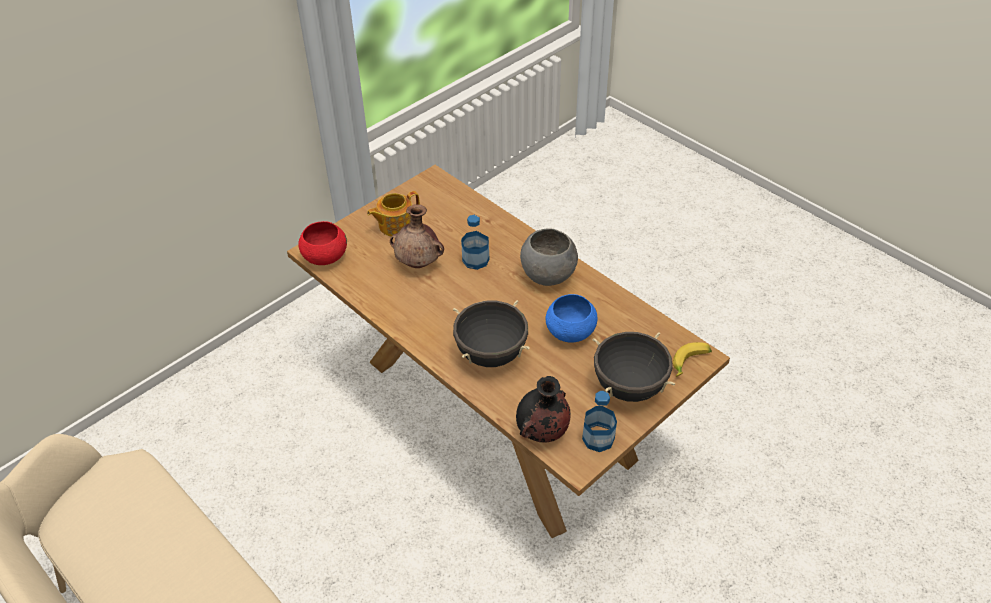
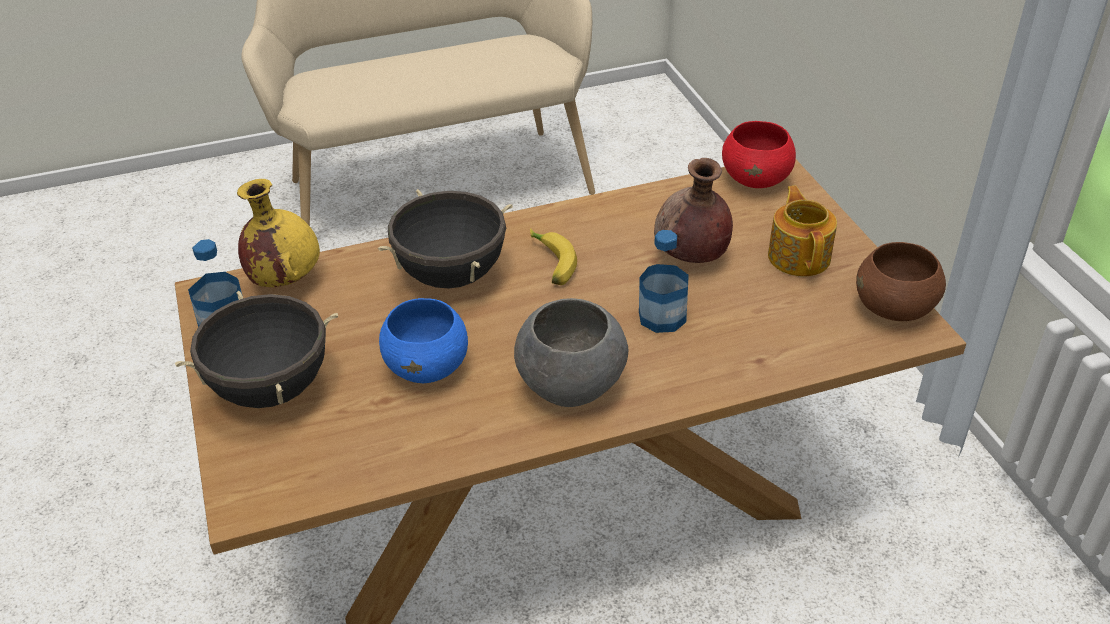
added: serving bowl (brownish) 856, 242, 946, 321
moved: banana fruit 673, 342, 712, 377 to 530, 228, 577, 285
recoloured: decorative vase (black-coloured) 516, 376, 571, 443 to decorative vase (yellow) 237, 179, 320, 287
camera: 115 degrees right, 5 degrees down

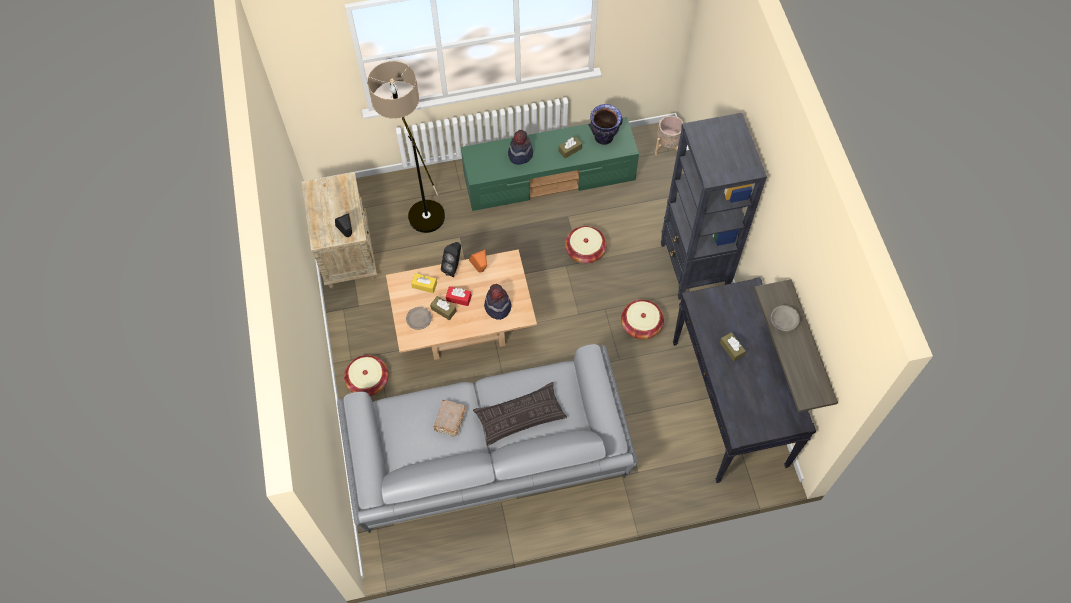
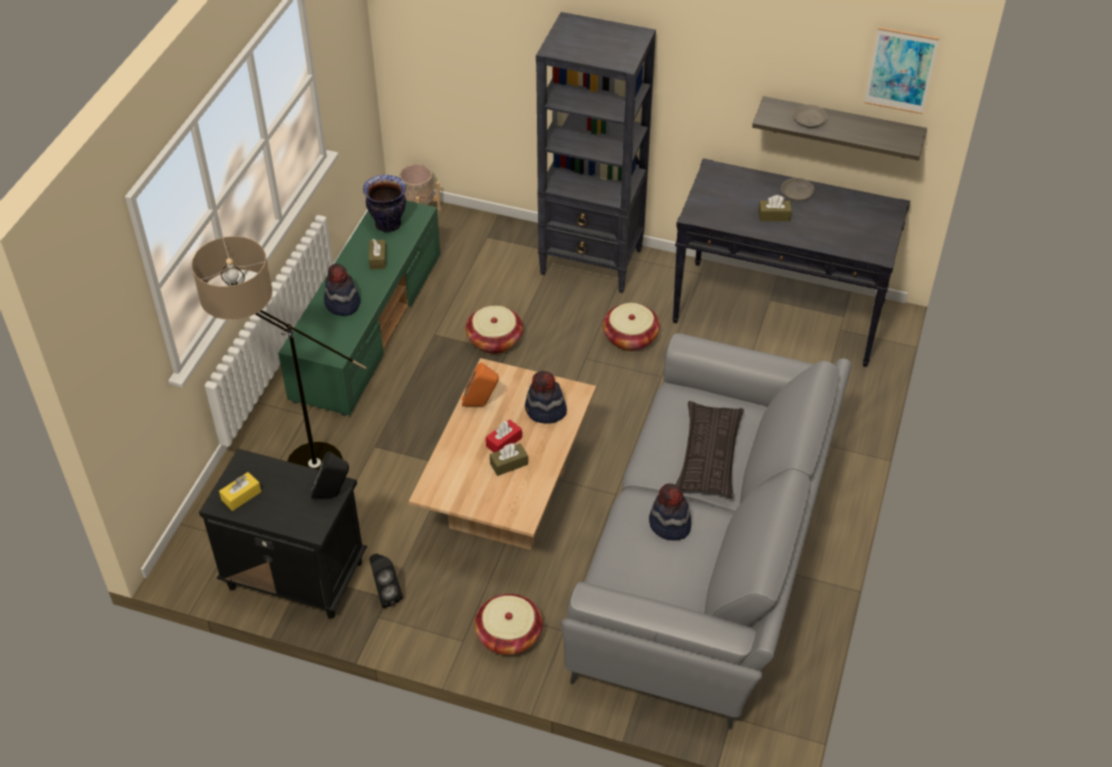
added: wall picture 864, 27, 939, 114
moved: serving bowl (gray) 406, 307, 432, 330 to 781, 178, 814, 201; box of tissues (yellow) 411, 273, 437, 293 to 219, 472, 261, 511; loudspeaker (black-coloured) 441, 242, 461, 277 to 369, 554, 403, 608
replaced: bound book (brownish) 434, 400, 466, 437 to hat 649, 483, 691, 541
recoloured: night table (beige-coloured) 301, 172, 377, 288 to night table (black-coloured) 199, 449, 367, 619
camera: 60 degrees left, 15 degrees down

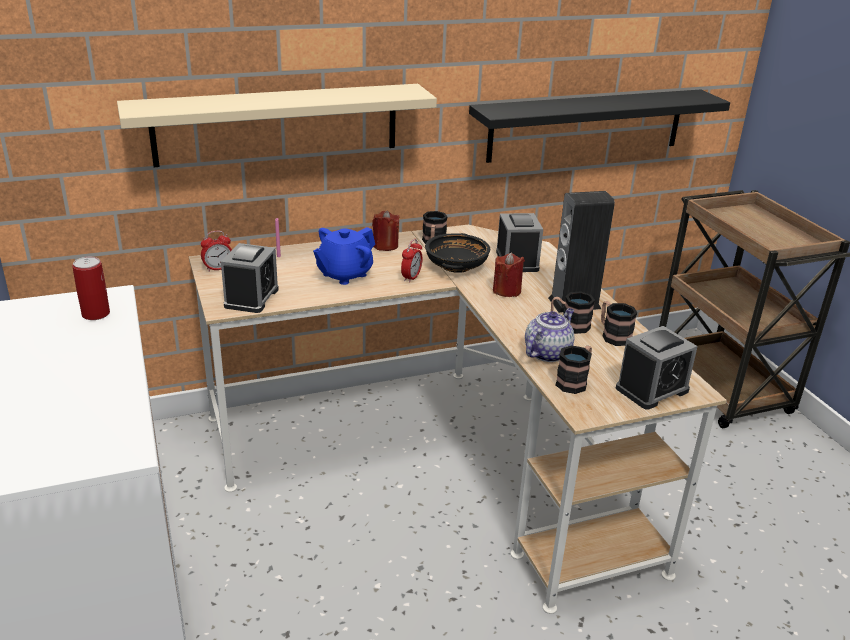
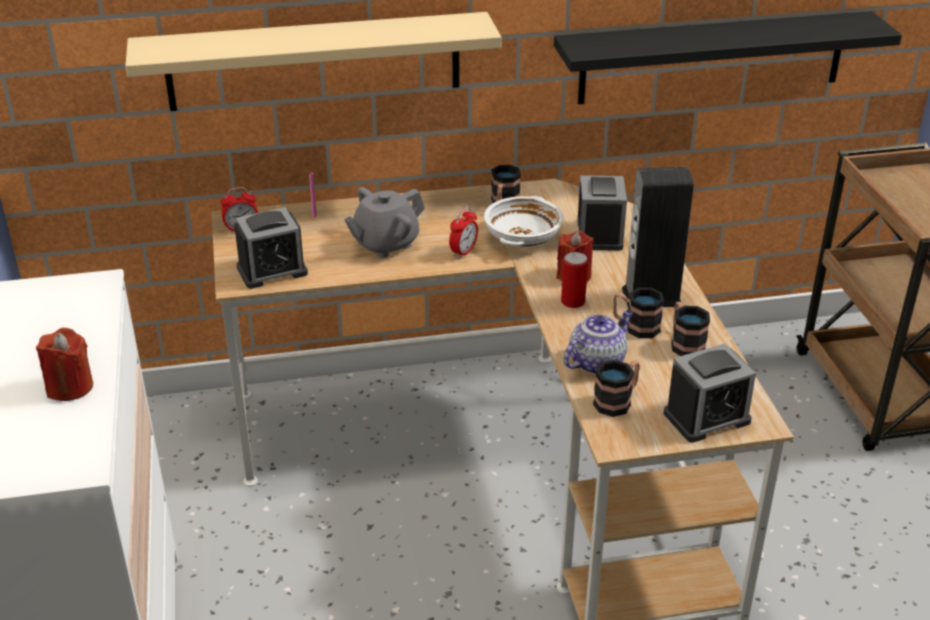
moved: sealed can 72, 257, 110, 320 to 561, 252, 588, 308; wax candle (reddish) 372, 210, 400, 251 to 36, 328, 93, 401
recoloured: teapot (blue) 313, 227, 375, 285 to teapot (gray) 344, 187, 425, 258; serving bowl (black-coloured) 425, 233, 490, 273 to serving bowl (white-coloured) 484, 196, 563, 247
turned: alarm clock 221, 243, 279, 313 = 234, 207, 308, 289 45 degrees clockwise
camera: 10 degrees right, 5 degrees up

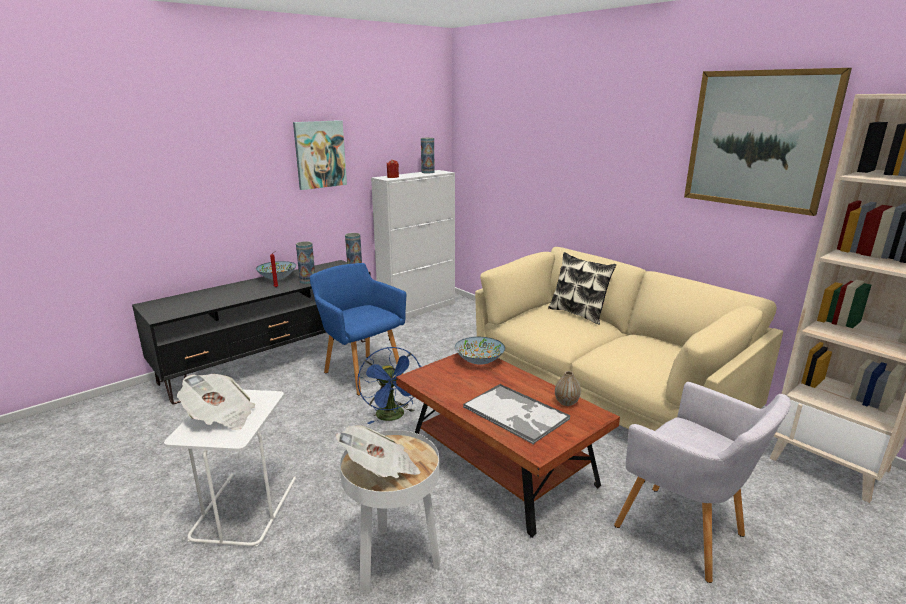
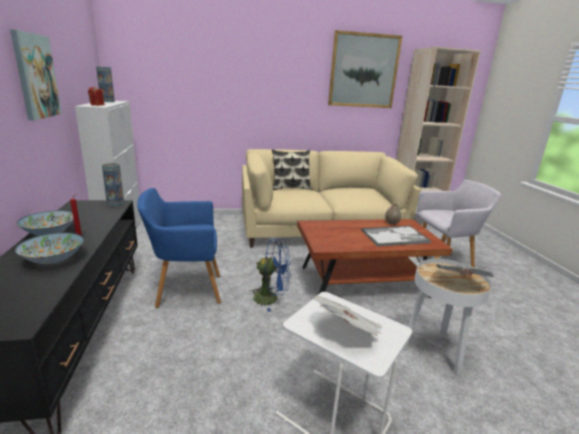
removed: decorative vase 296, 241, 315, 284
moved: serving bowl 455, 337, 505, 365 to 15, 232, 84, 264
camera: 60 degrees left, 0 degrees up

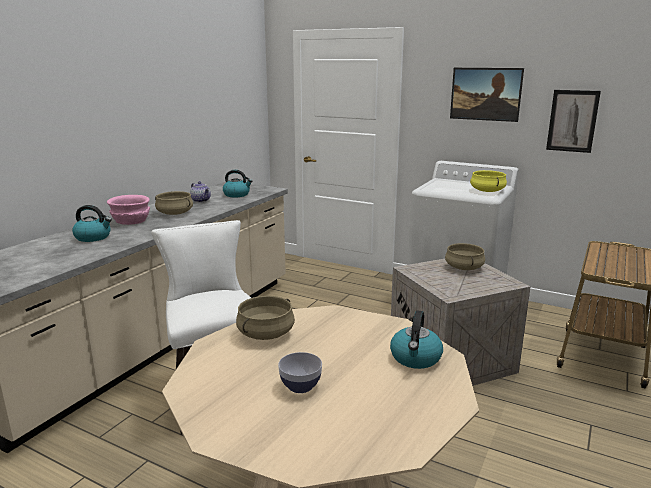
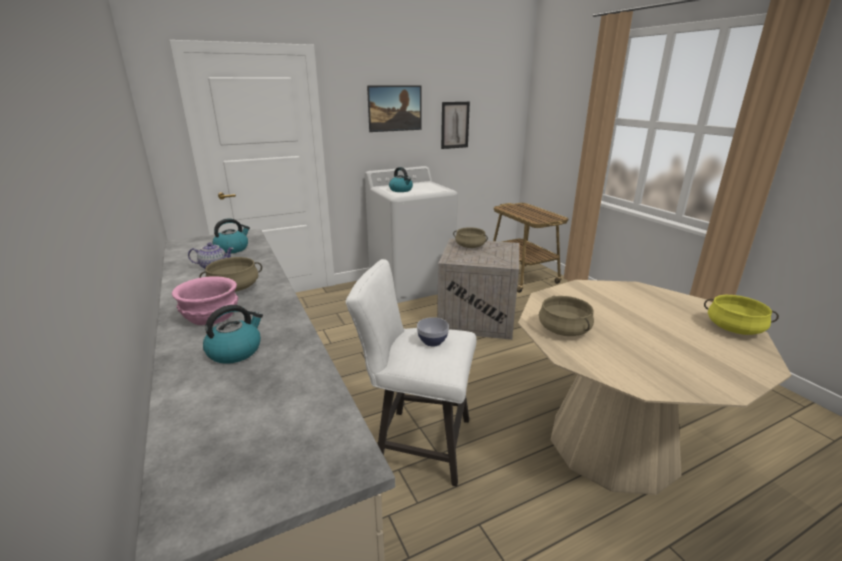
moved: serving bowl 278, 352, 322, 393 to 417, 317, 449, 347; water kettle 390, 310, 443, 369 to 389, 167, 413, 192; cooking pot (yellow) 470, 170, 507, 192 to 704, 295, 779, 335
camera: 55 degrees left, 5 degrees up

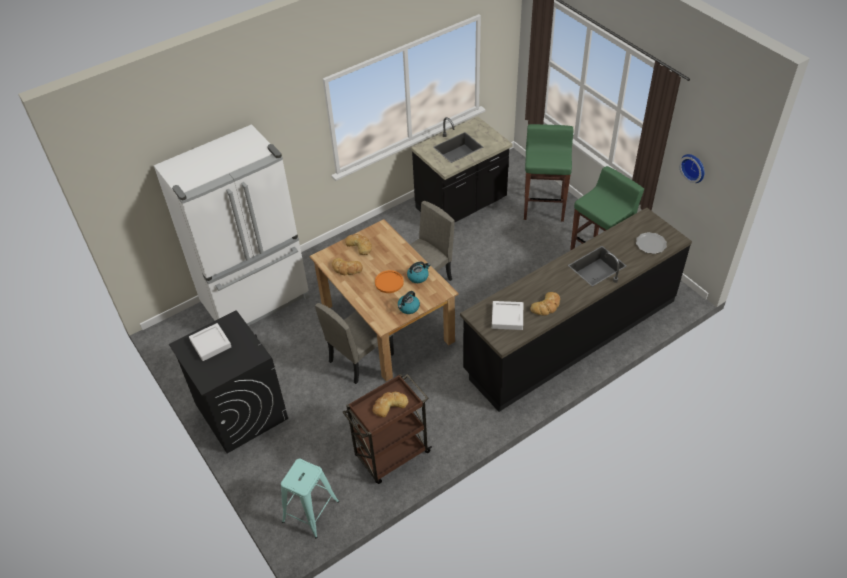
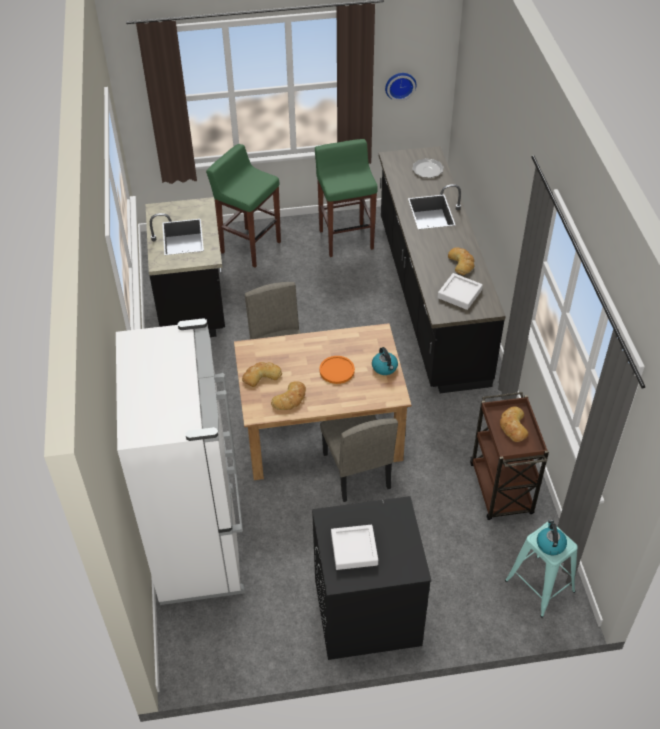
moved: water kettle 407, 262, 430, 283 to 537, 519, 567, 555
camera: 65 degrees left, 0 degrees up

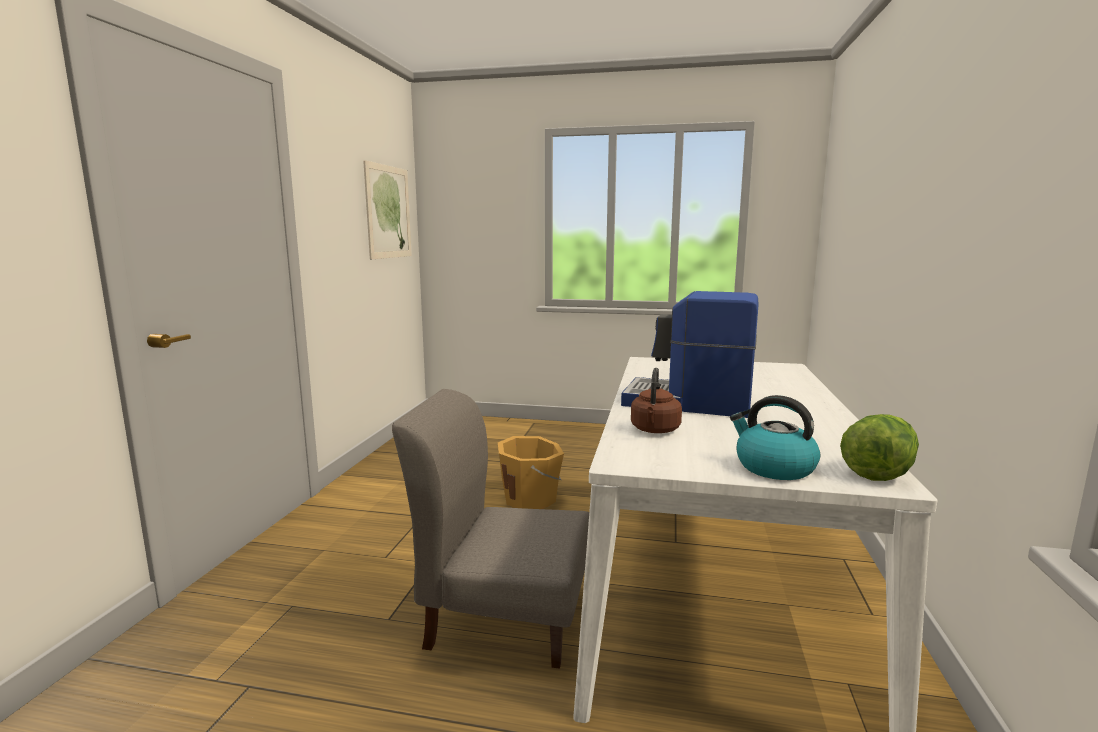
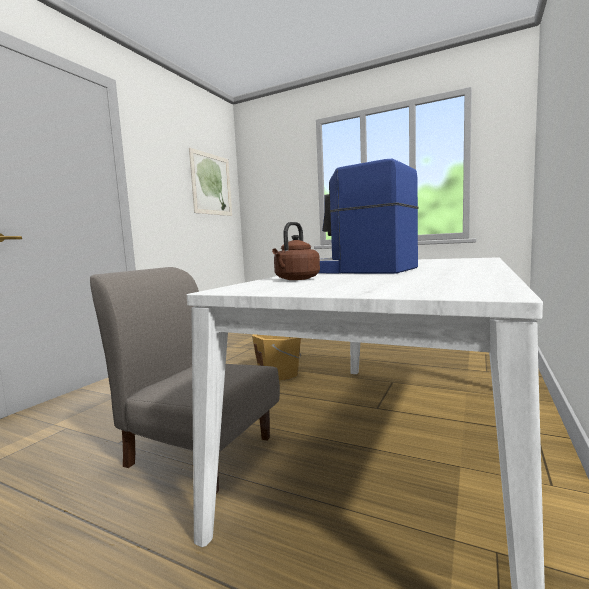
removed: water kettle 730, 395, 820, 480; lettuce head 840, 414, 919, 481
camera: 15 degrees right, 5 degrees down

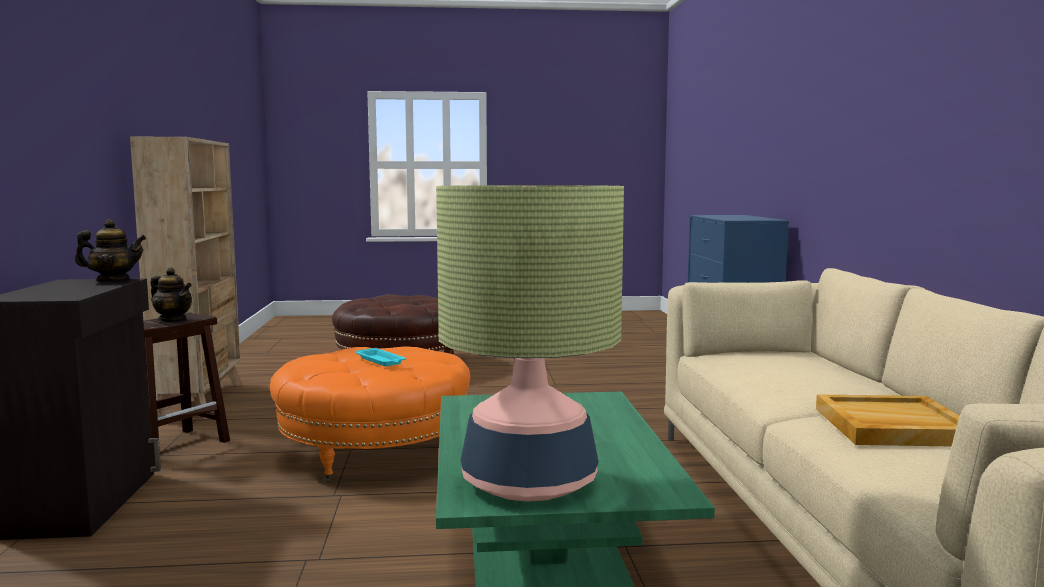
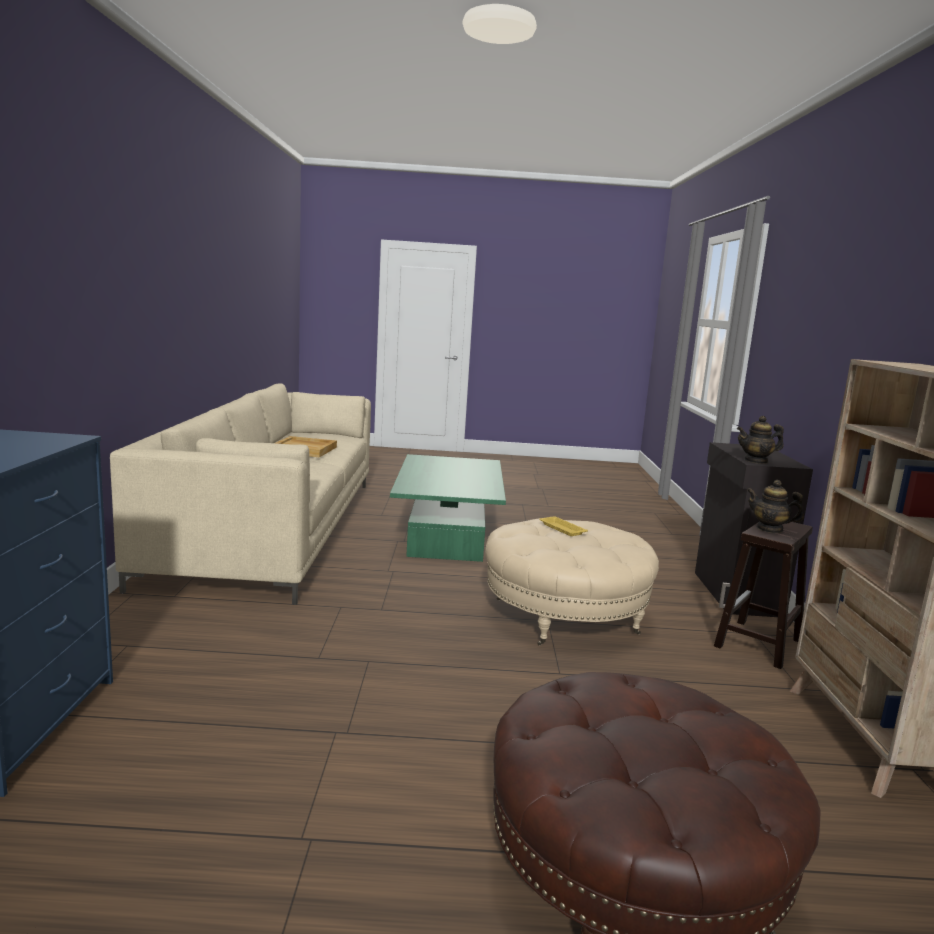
removed: tabletop lamp 436, 185, 624, 502
recoloured: footrest (orangey) 270, 346, 471, 483 to footrest (beige-coloured) 485, 518, 659, 646; carrying tray (turquoise-coloured) 355, 348, 406, 366 to carrying tray (yellow) 539, 516, 588, 536
camera: 175 degrees left, 5 degrees up

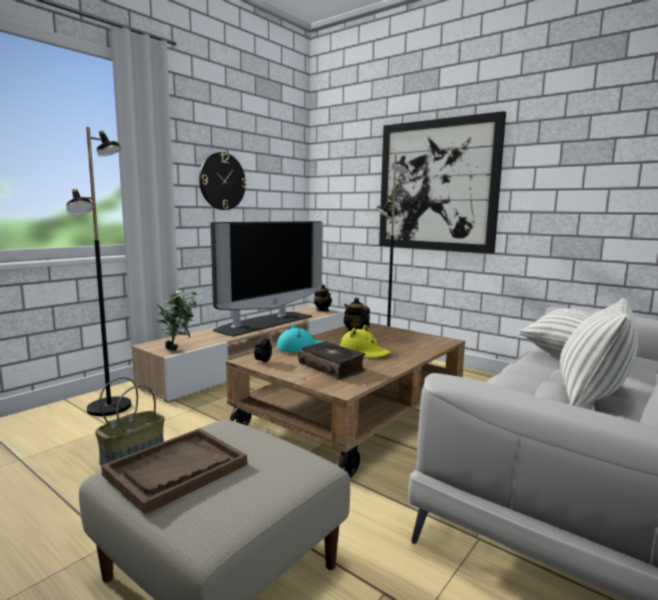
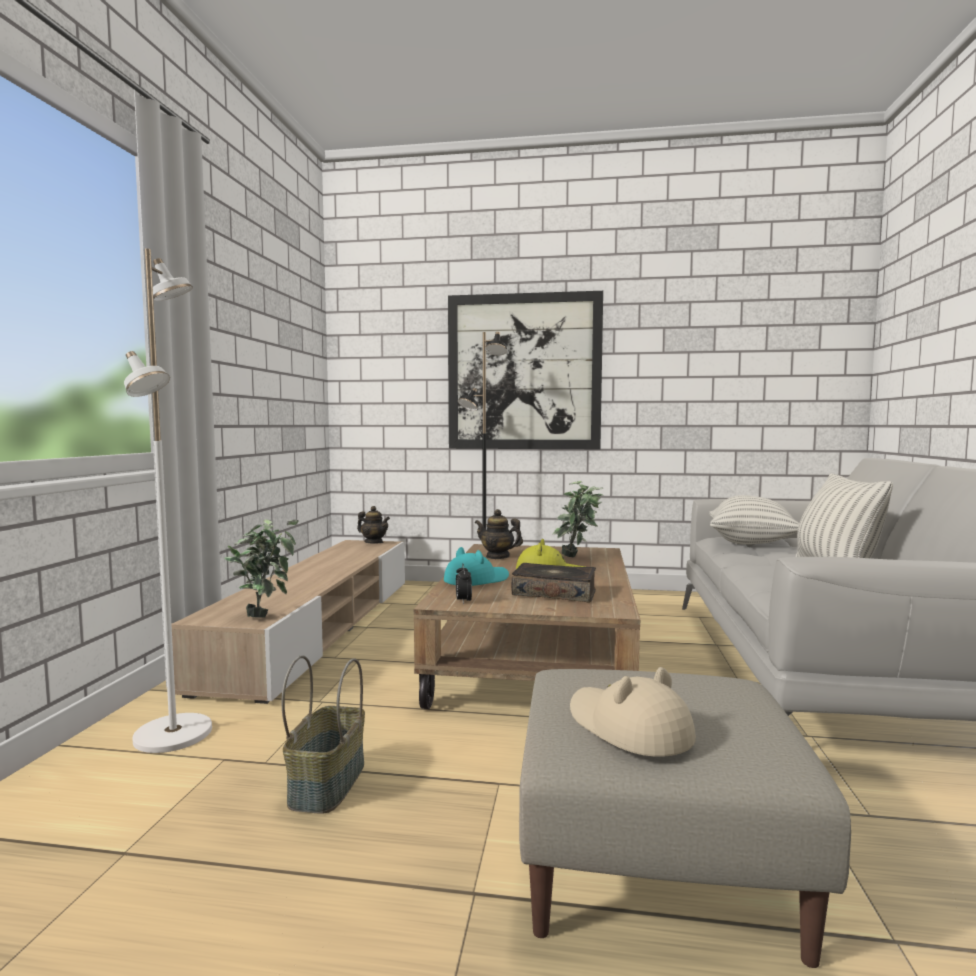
removed: clock on the wall 199, 152, 247, 210; television 210, 221, 323, 337
added: houseplant 553, 481, 604, 557
replaced: carrying tray (brownish) 101, 428, 247, 515 to hat (beige-coloured) 570, 667, 696, 757
recoloured: floor lamp (black-coloured) 67, 127, 131, 416 to floor lamp (white-coloured) 124, 248, 212, 753
camera: 30 degrees left, 5 degrees down

